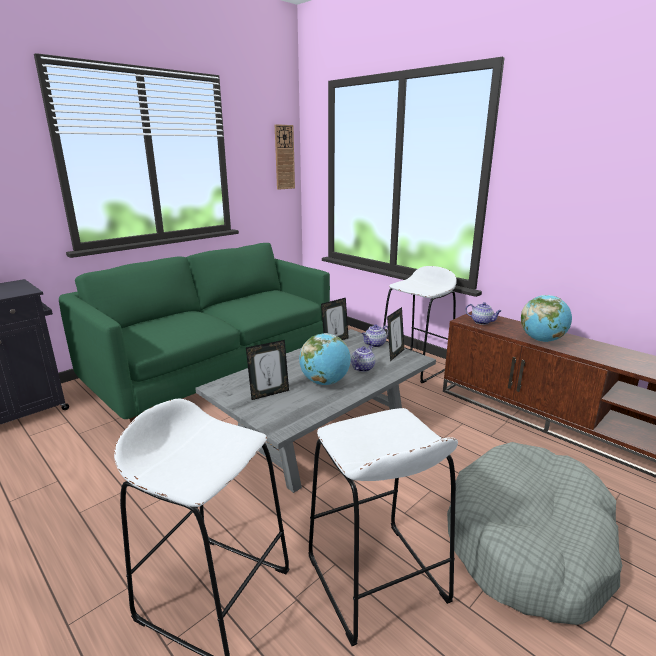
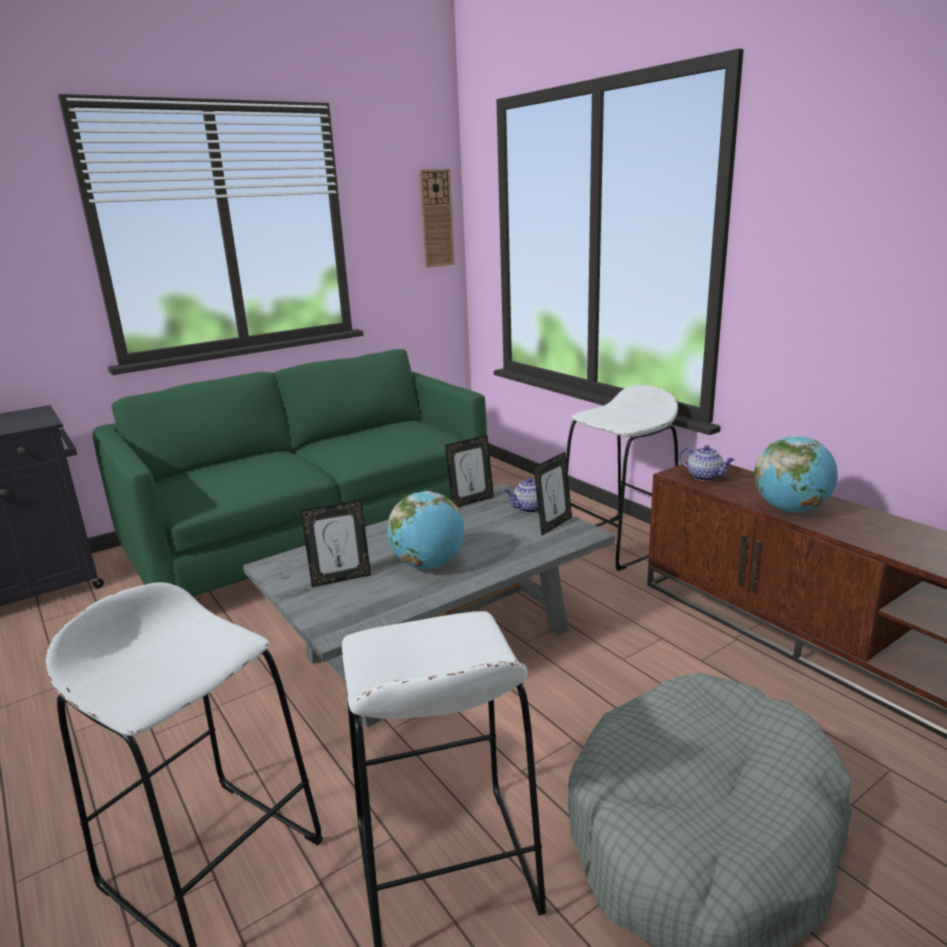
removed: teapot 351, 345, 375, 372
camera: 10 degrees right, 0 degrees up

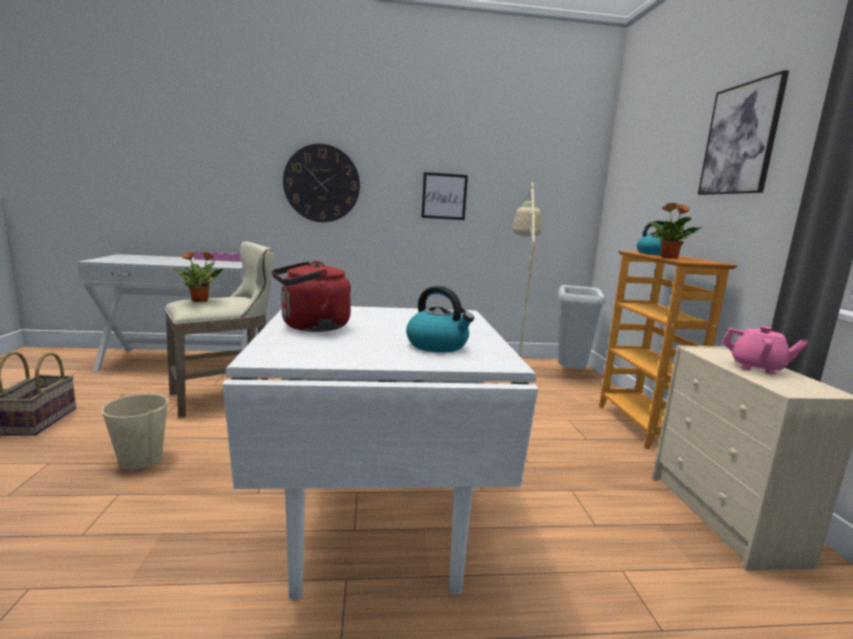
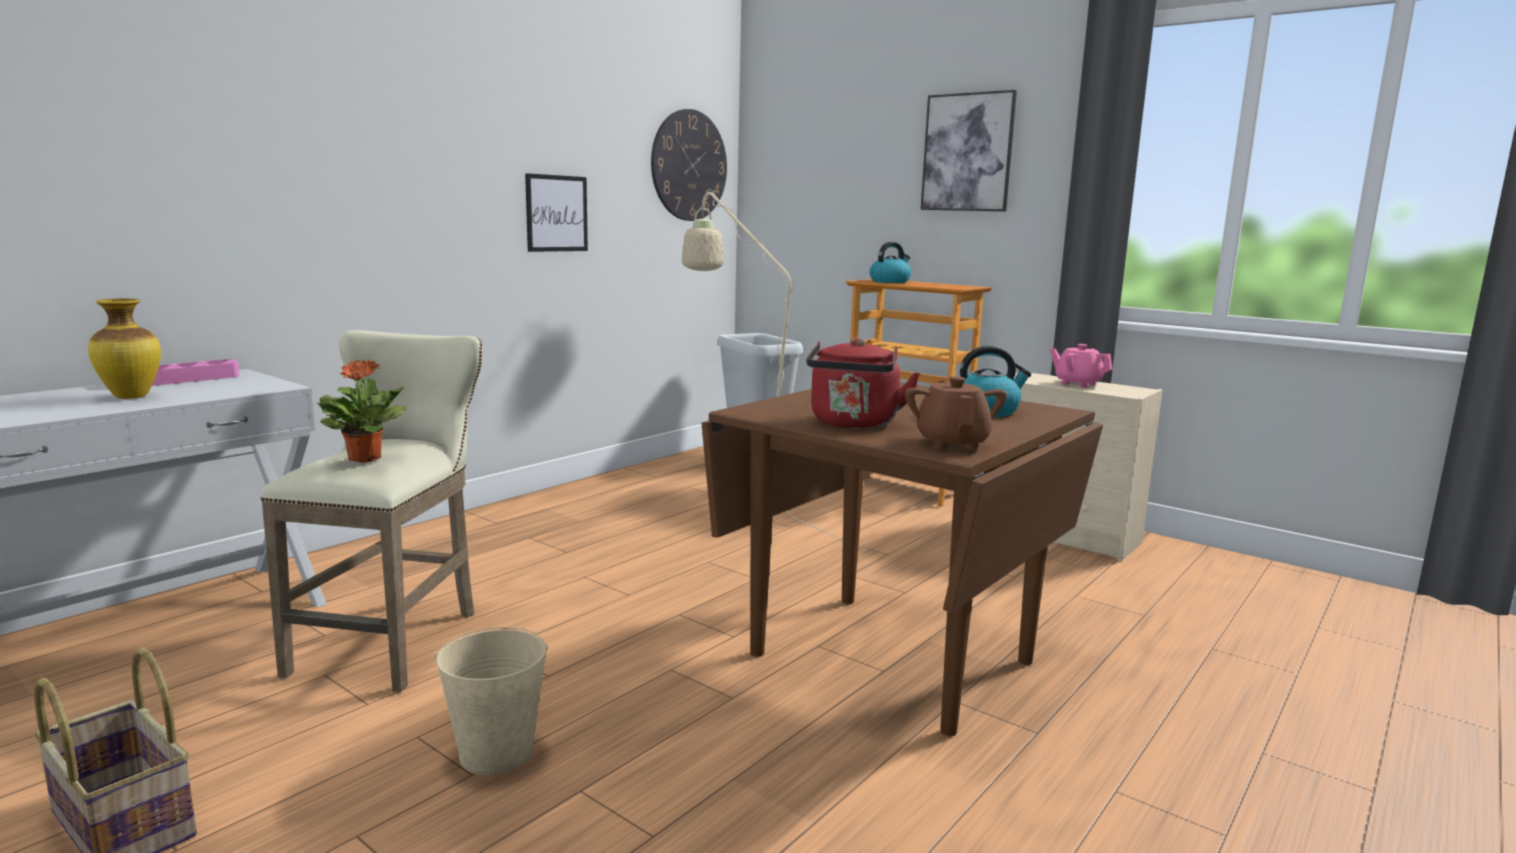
removed: houseplant 651, 203, 703, 259
added: decorative vase 88, 299, 161, 399; teapot (brownish) 905, 377, 1007, 450
moved: clock on the wall 283, 144, 360, 222 to 651, 109, 727, 221
recoloured: dining table (white-coloured) 223, 306, 538, 600 to dining table (brownish) 701, 382, 1103, 736
turned: teapot (pink) 722, 326, 808, 375 = 1050, 344, 1112, 388 120 degrees counterclockwise
camera: 45 degrees left, 0 degrees up

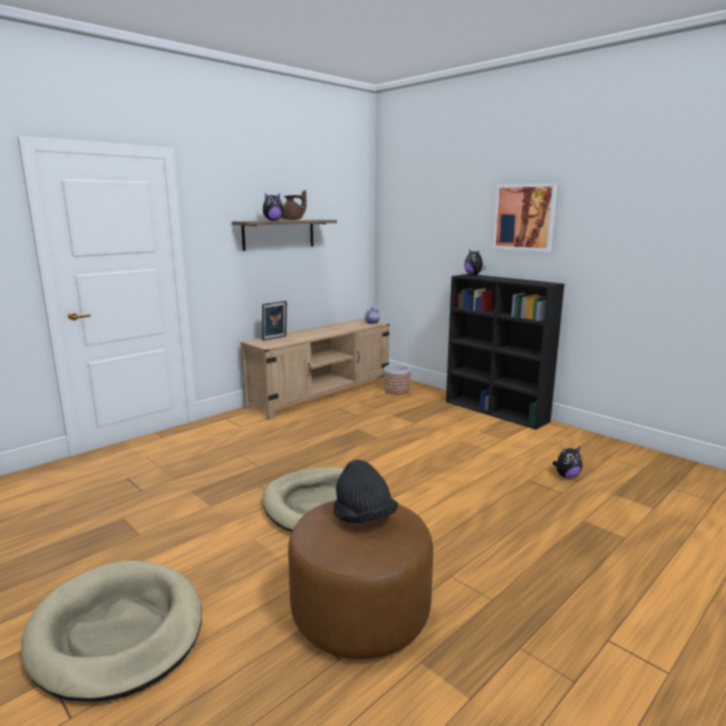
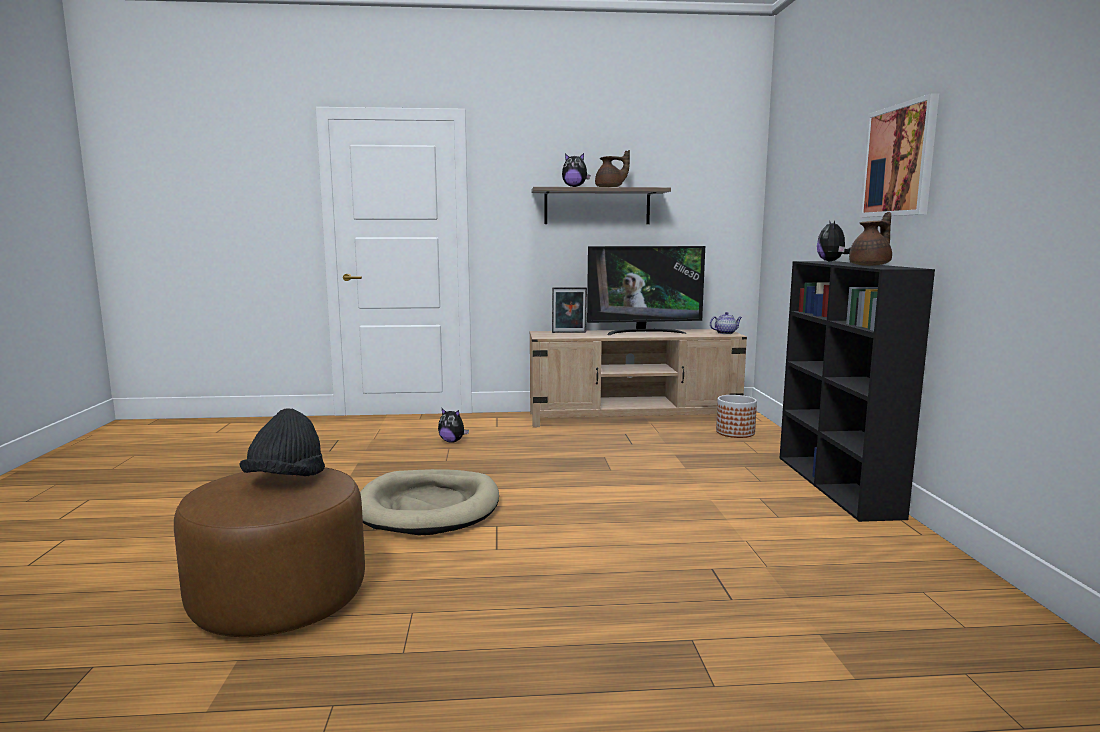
removed: pet bed (beige-coloured) 21, 560, 202, 702
added: television 587, 246, 705, 335; teapot (brownish) 849, 212, 892, 266
moved: cuddly toy 553, 446, 582, 478 to 438, 408, 469, 443
camera: 40 degrees right, 5 degrees down

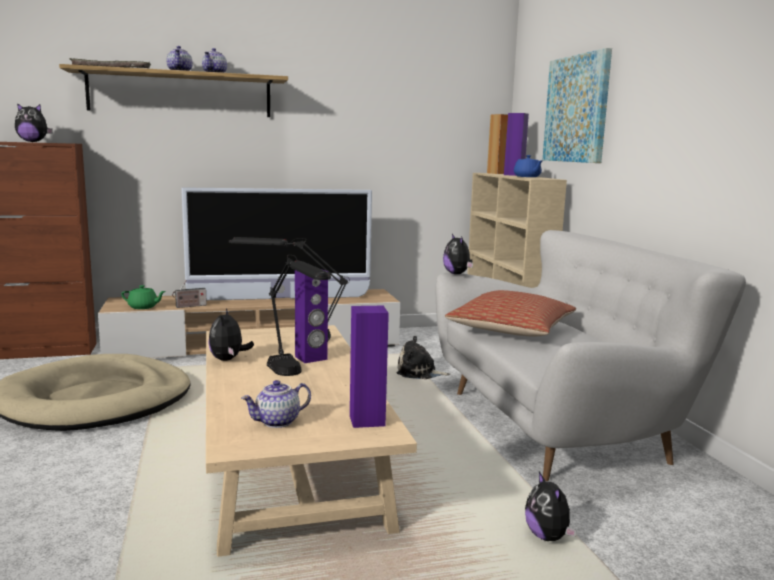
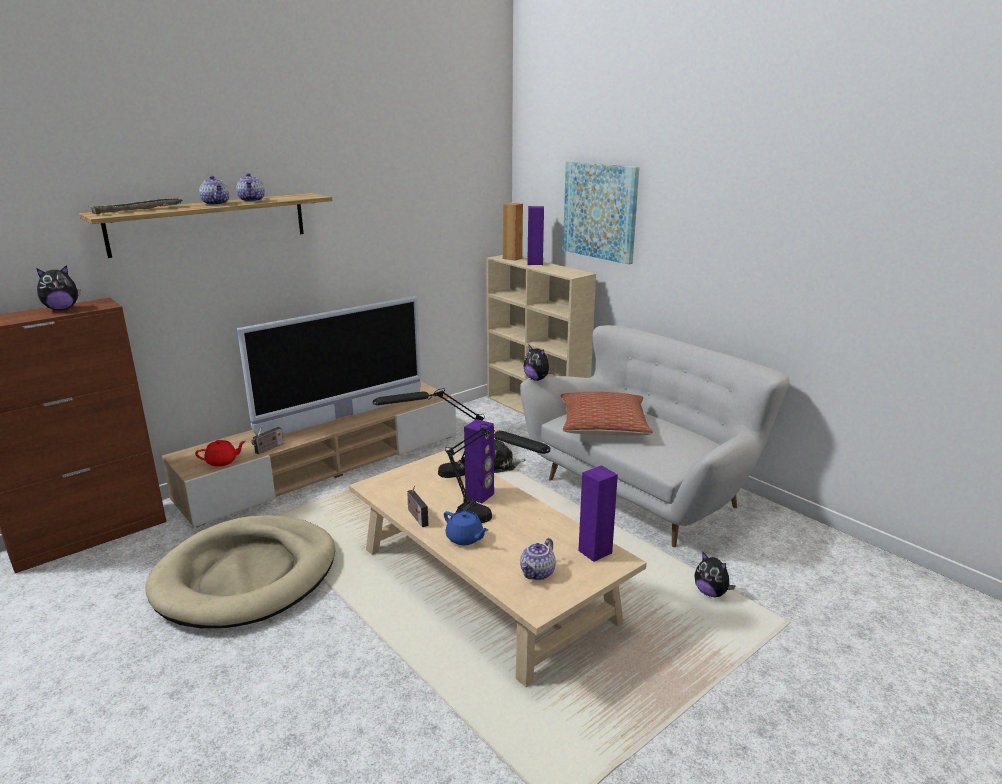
moved: teapot (blue) 514, 155, 543, 177 to 444, 511, 488, 545
replaced: cuddly toy 209, 308, 254, 361 to radio receiver 407, 485, 428, 527
recoloured: teapot (greenish) 121, 285, 166, 309 to teapot (reddish) 195, 440, 246, 467
camera: 25 degrees left, 10 degrees up

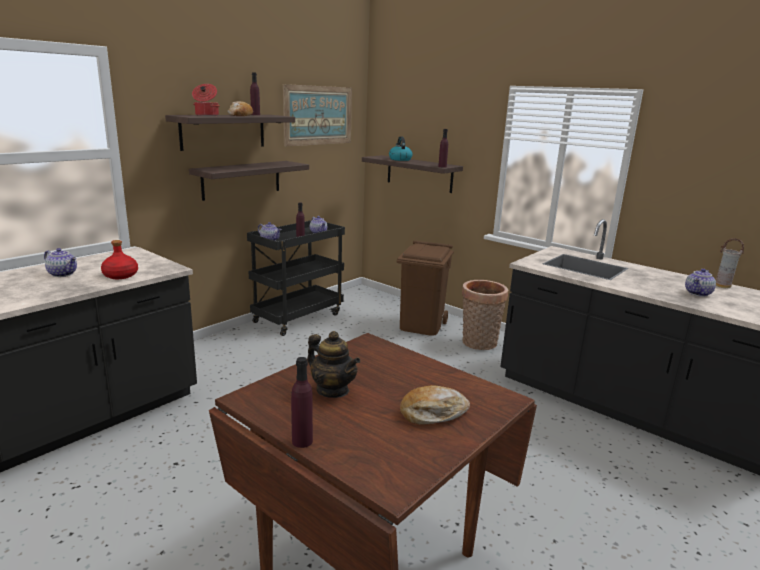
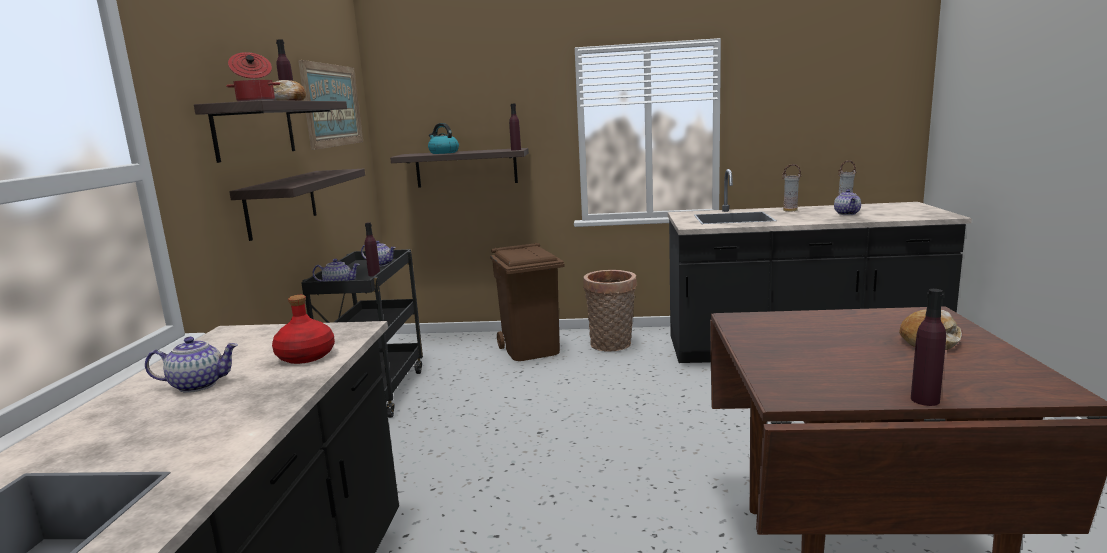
removed: teapot 307, 331, 360, 398
added: decorative vase 782, 164, 802, 212
camera: 35 degrees left, 5 degrees down

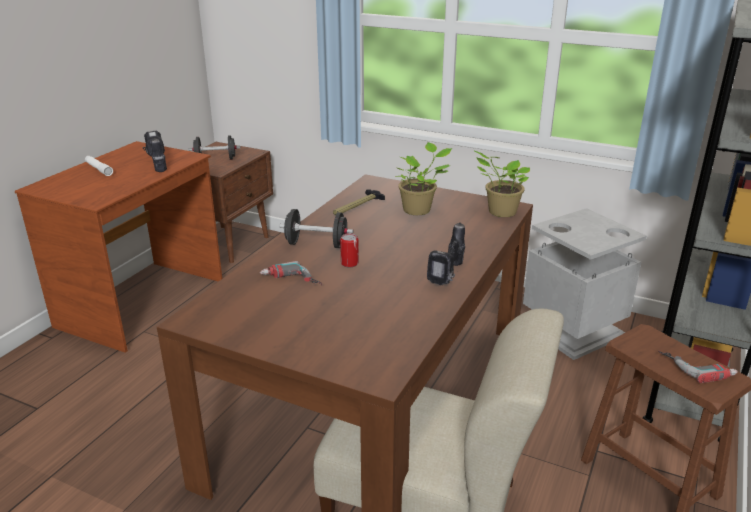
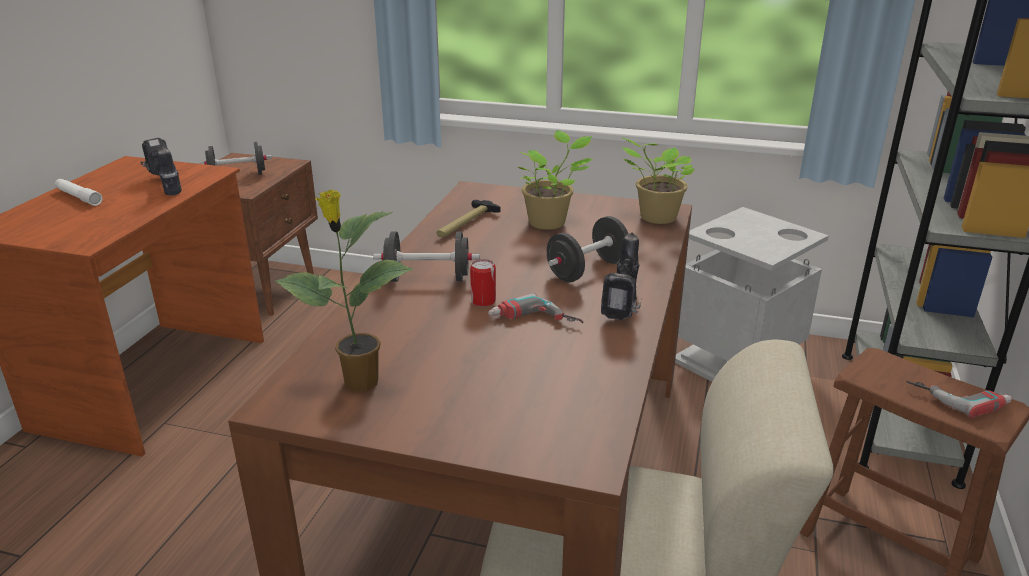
added: houseplant 275, 189, 413, 391; dumbbell (black-coloured) 547, 216, 628, 283
moved: drill 260, 261, 322, 285 to 488, 293, 584, 323
camera: 10 degrees left, 0 degrees up

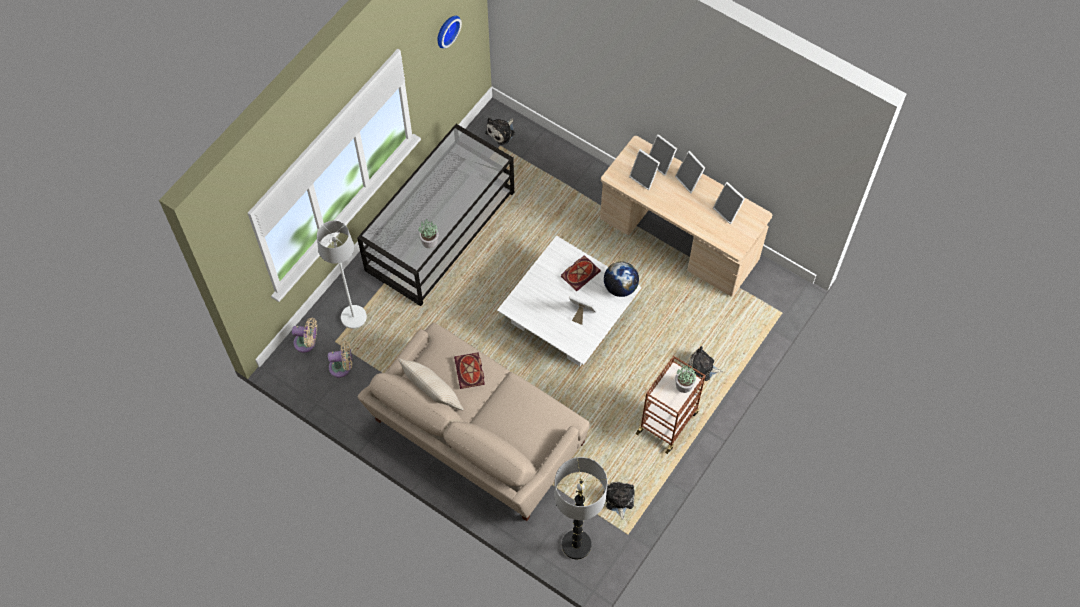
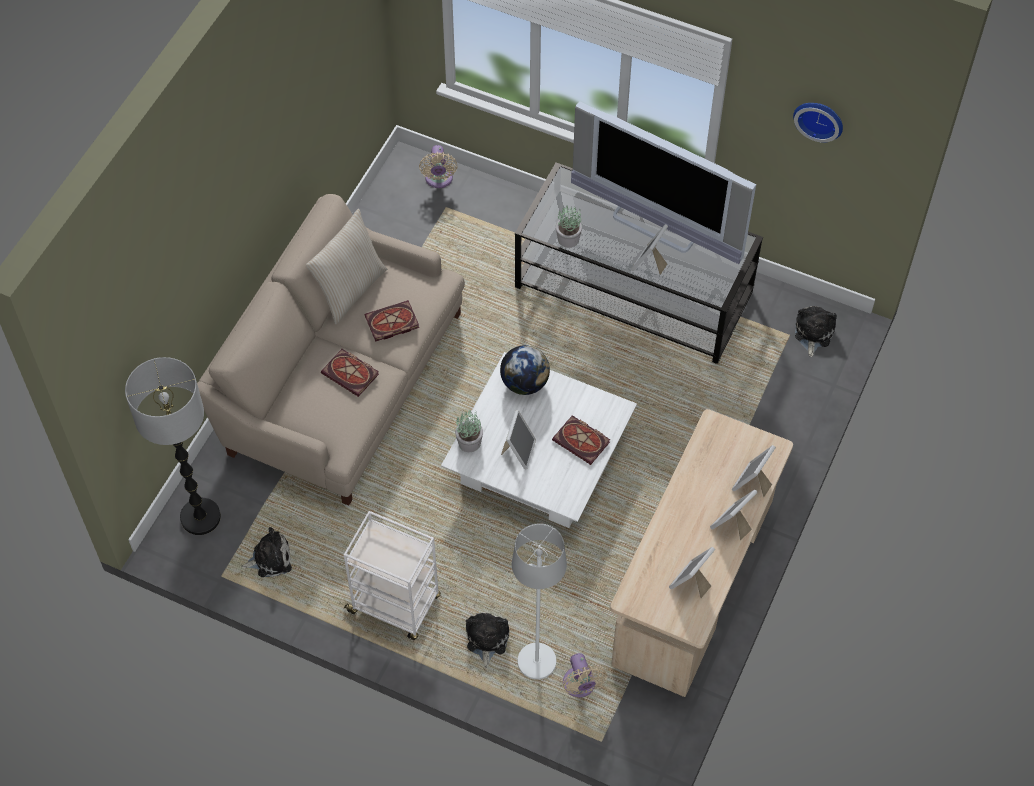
added: bound book 321, 349, 379, 397; television 571, 101, 756, 264
moved: floor lamp (white-coloured) 317, 221, 367, 329 to 512, 523, 567, 680; cooling fan (beige-coloured) 328, 341, 352, 377 to 563, 653, 607, 697; desk globe 604, 262, 639, 297 to 500, 345, 550, 395; standing frame 629, 149, 660, 190 to 631, 224, 668, 275; houseplant 675, 364, 696, 393 to 455, 410, 483, 452
recoloured: trolley (brownish) 636, 356, 706, 454 to trolley (white-coloured) 343, 511, 441, 640
turned: cuddly toy 485, 117, 515, 145 = 795, 306, 837, 357 75 degrees clockwise
camera: 80 degrees right, 5 degrees down

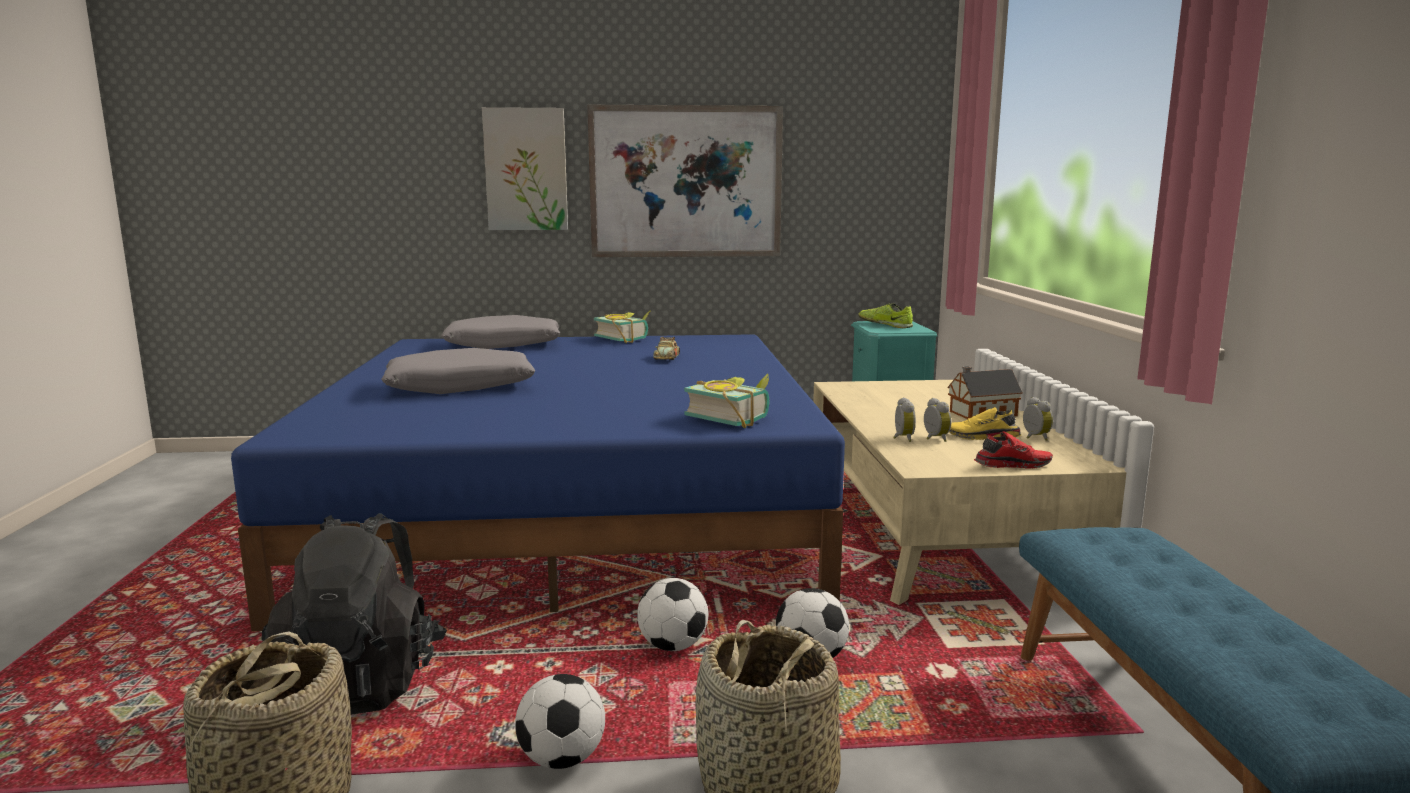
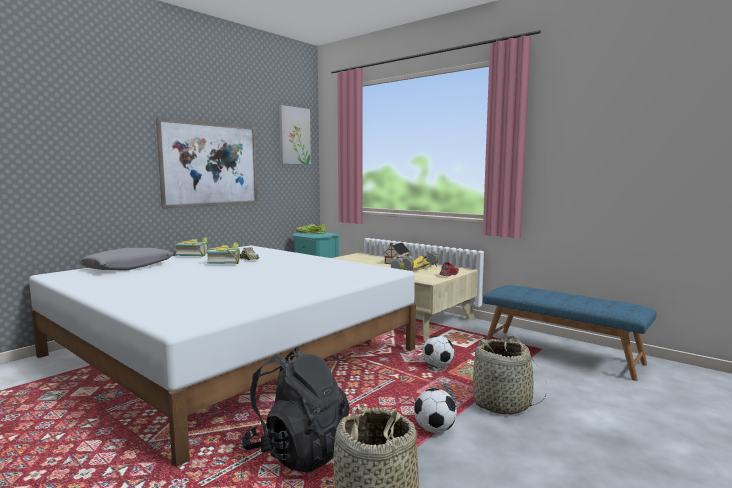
removed: pillow (gray) 381, 348, 536, 394; ball for football 637, 578, 708, 651
moved: wall picture 482, 107, 568, 230 to 279, 105, 311, 164; bound book 684, 373, 770, 428 to 206, 242, 240, 264
recoloured: bedroom bed (blue) 231, 334, 845, 631 to bedroom bed (white-coloured) 29, 245, 416, 467
camera: 45 degrees left, 5 degrees down

